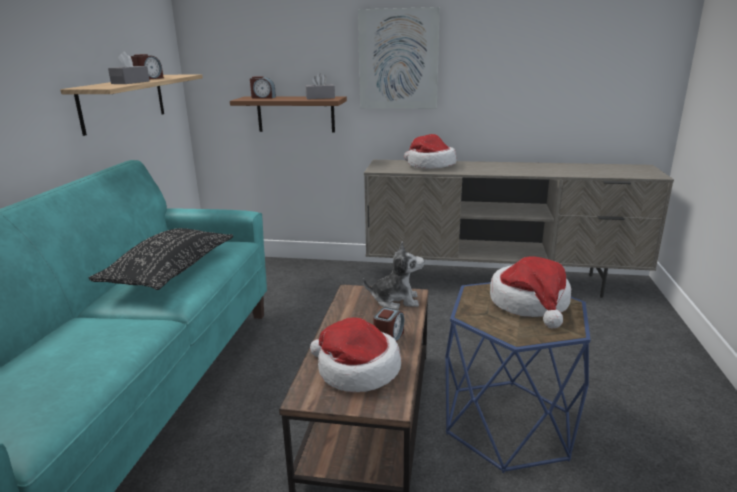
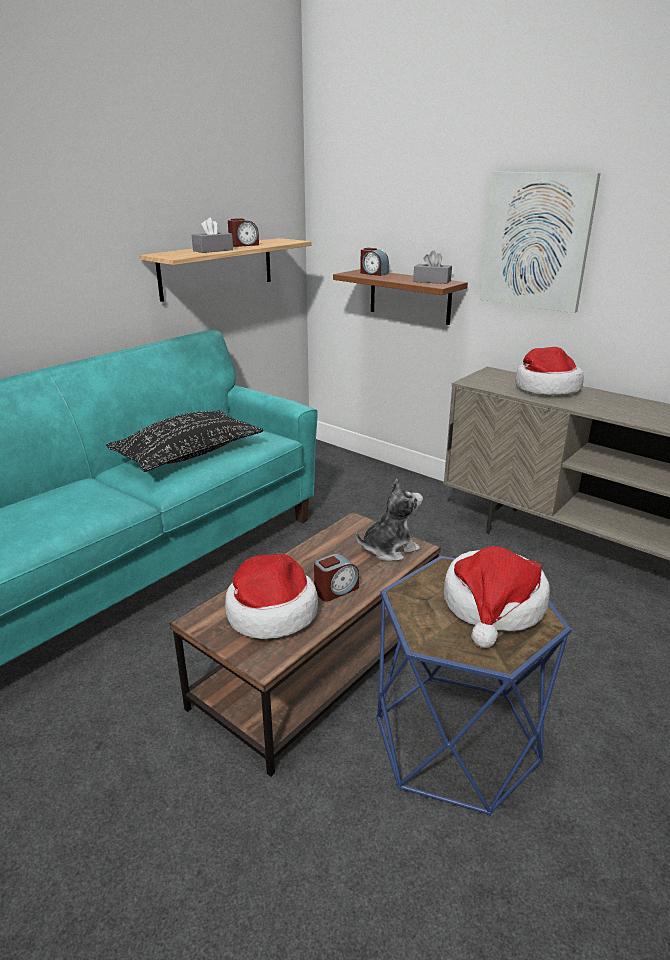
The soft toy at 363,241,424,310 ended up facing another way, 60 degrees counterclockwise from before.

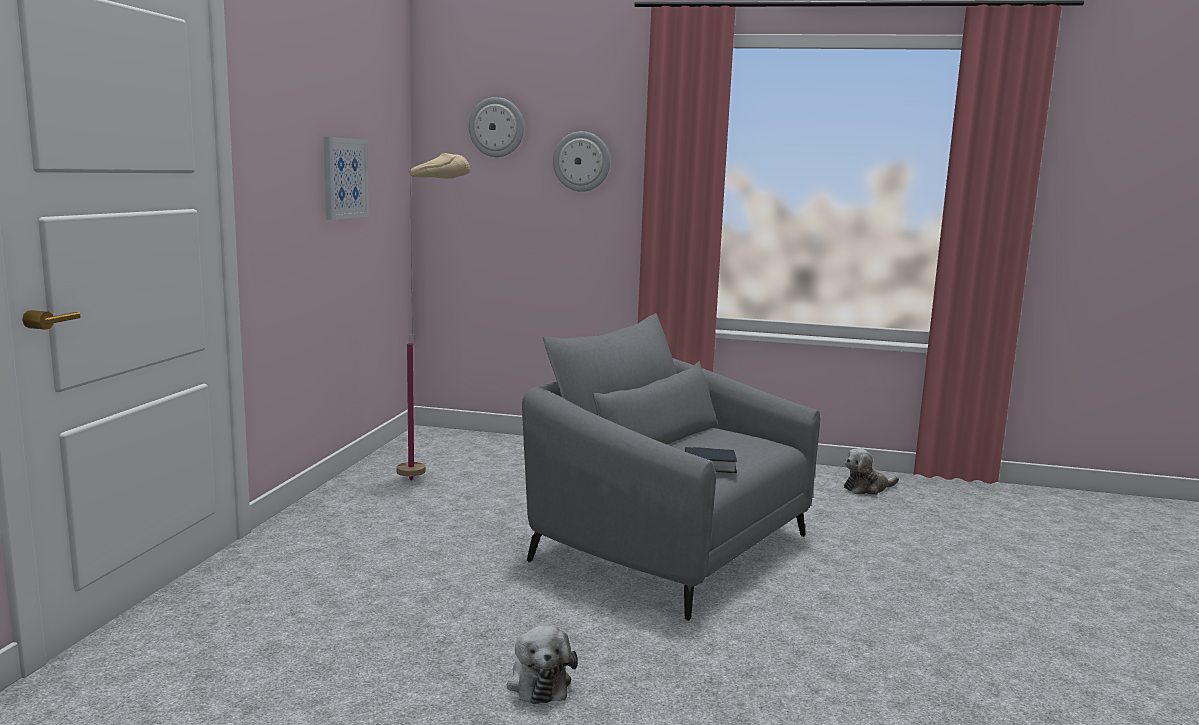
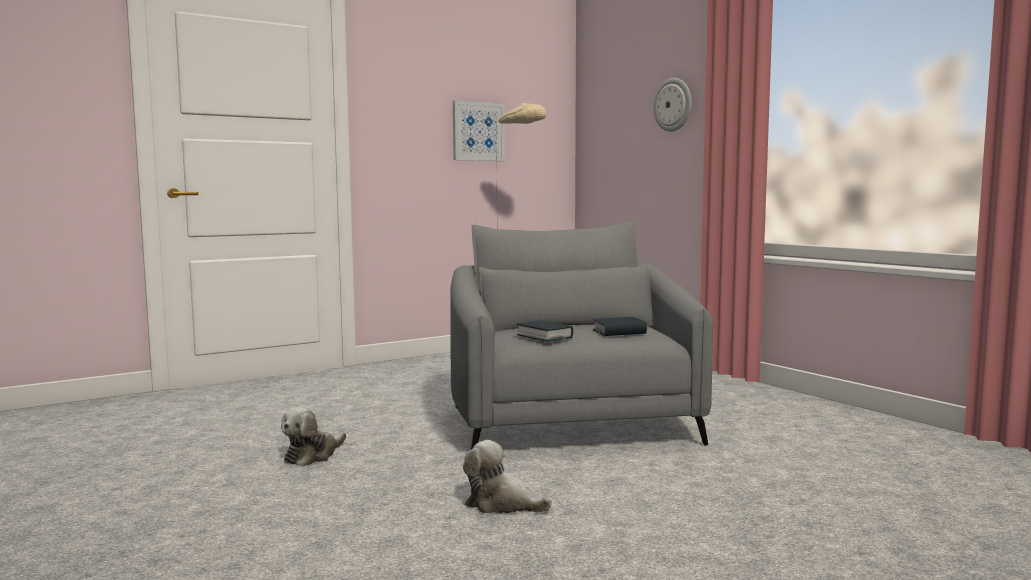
The second view lost the wall clock at 469,97,524,157.
The second view gained the bound book at 593,317,647,336.
The soft toy ended up elsewhere, having gone from 844,448,899,495 to 463,440,552,513.

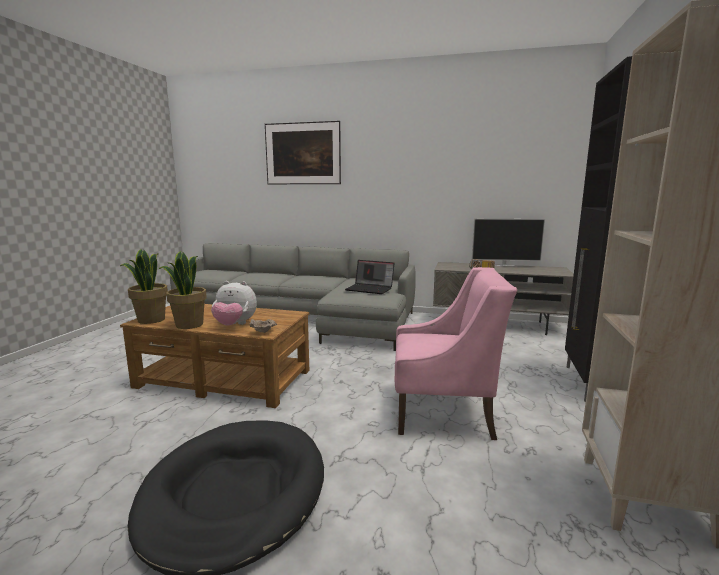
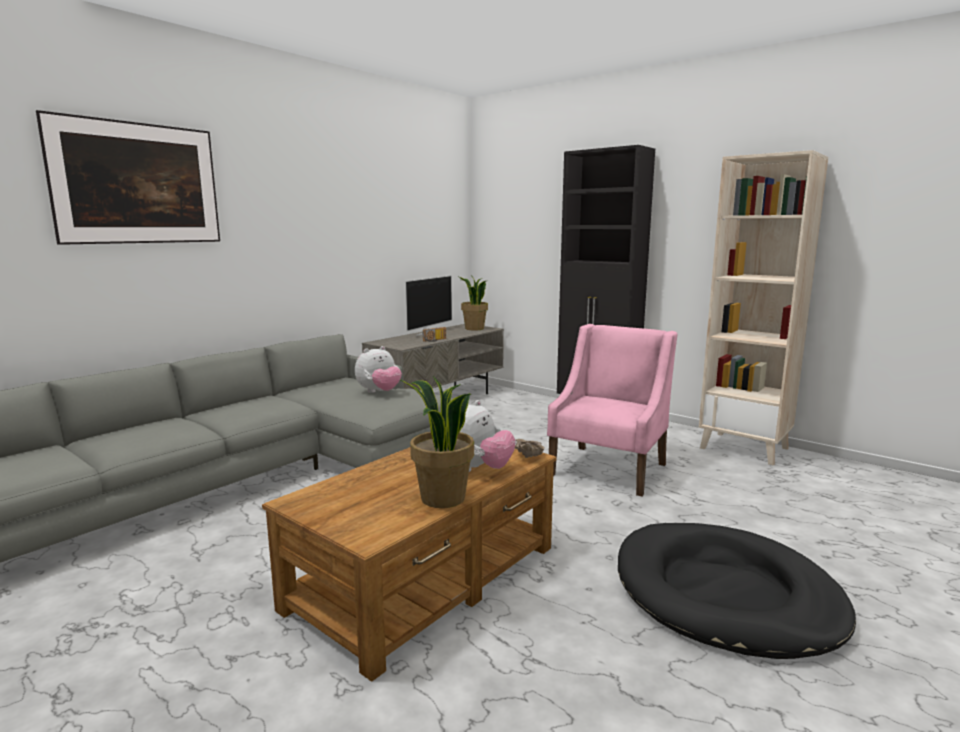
The potted plant ended up elsewhere, having gone from 120,249,168,324 to 459,275,488,331.
Where the laptop stood at 345,260,394,294, the soft toy came to stand at 355,346,402,393.

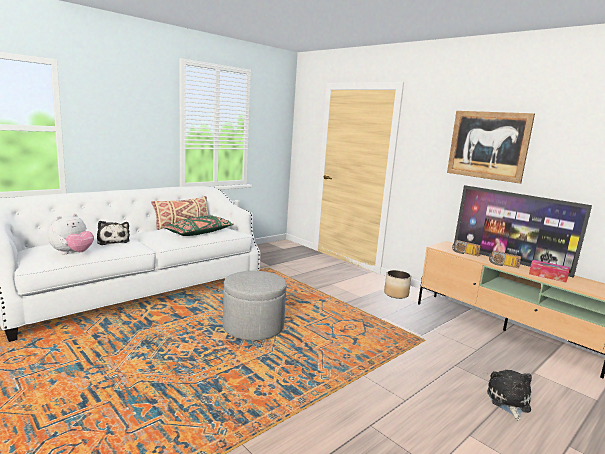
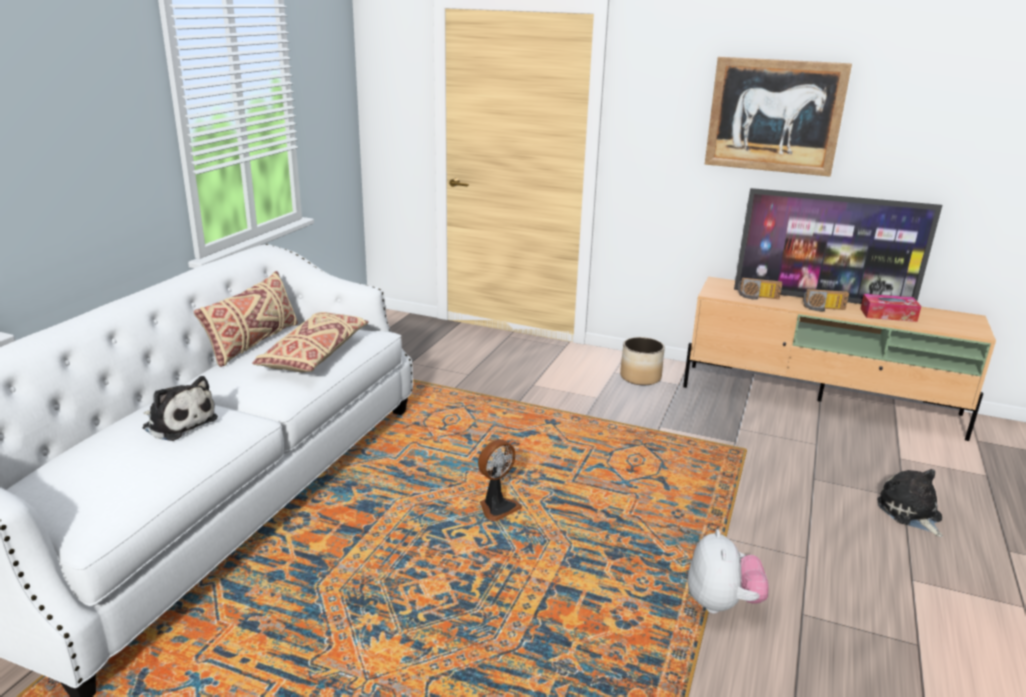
The soft toy ended up elsewhere, having gone from 48,213,94,254 to 688,529,769,614.
Where the grey ottoman stood at 223,271,287,340, the cooling fan came to stand at 478,439,522,522.
What was the green-coloured cushion at 163,215,234,236 turned into the beige cushion at 252,312,369,372.

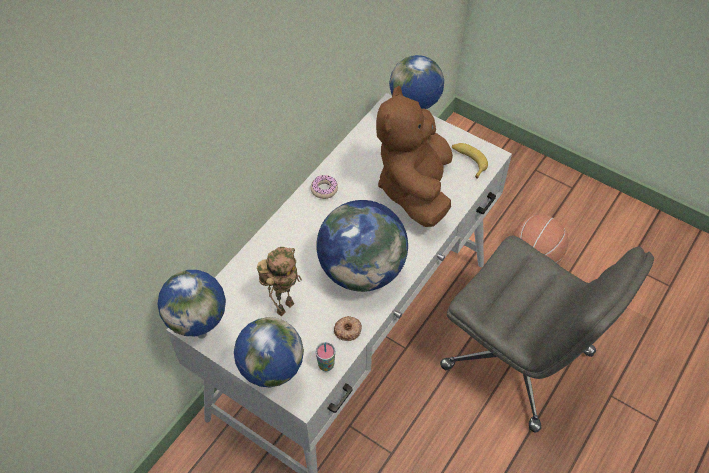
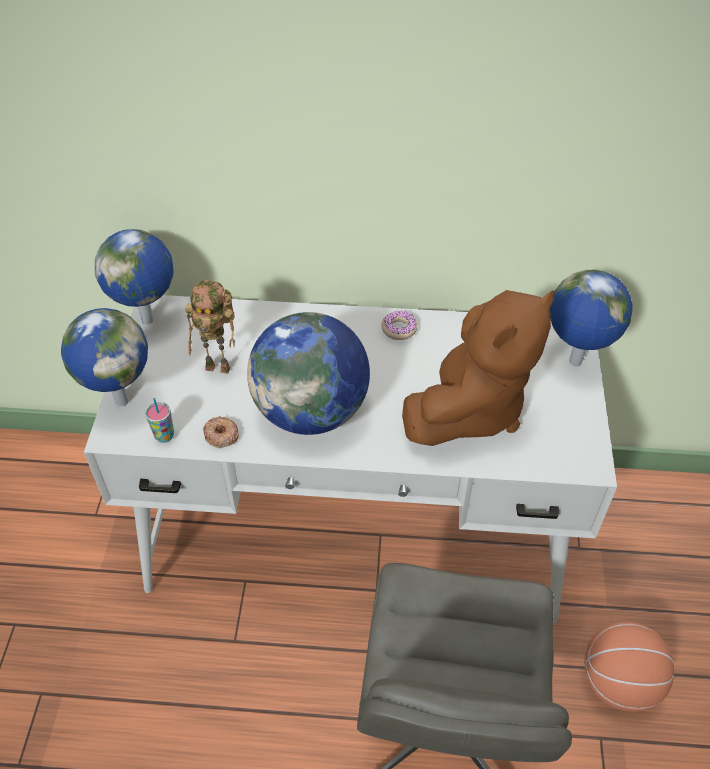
The second view lost the banana at 452,143,488,179.
The brown-coloured soft toy at 376,86,453,227 ended up facing another way, 150 degrees clockwise from before.

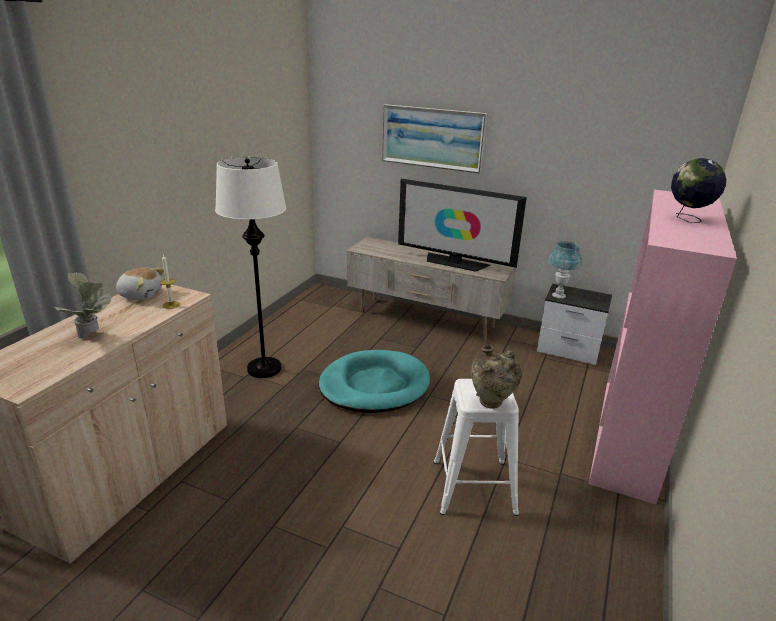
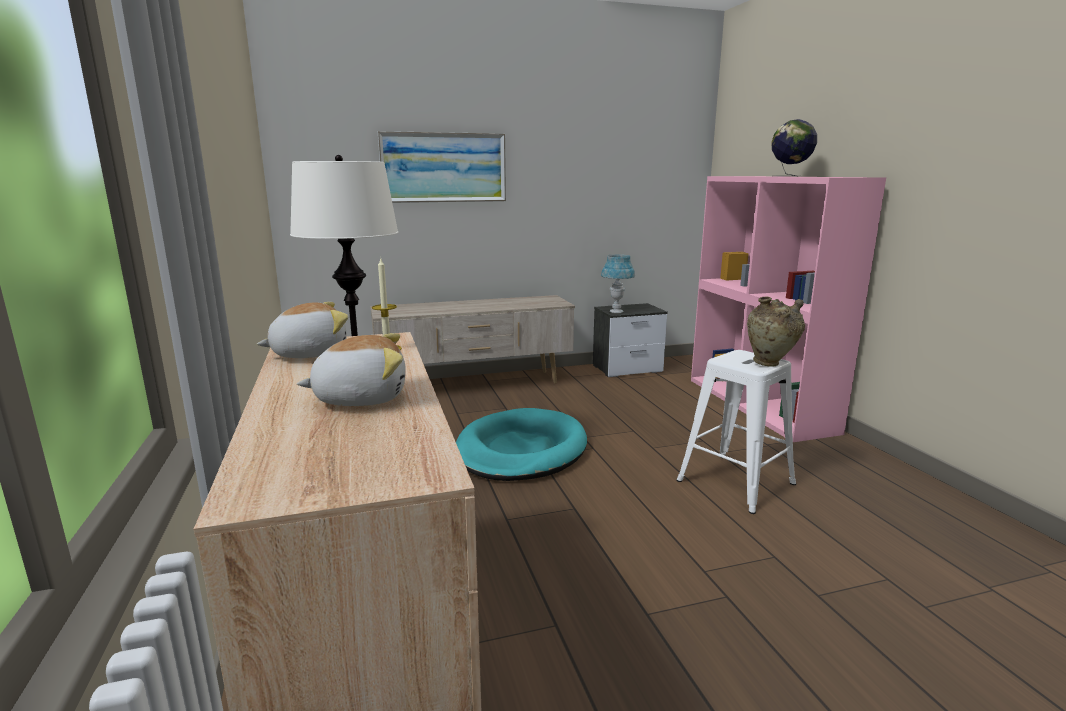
The second view lost the television at 398,179,527,272.
Where the potted plant stood at 54,272,111,339, the soft toy came to stand at 297,333,406,406.

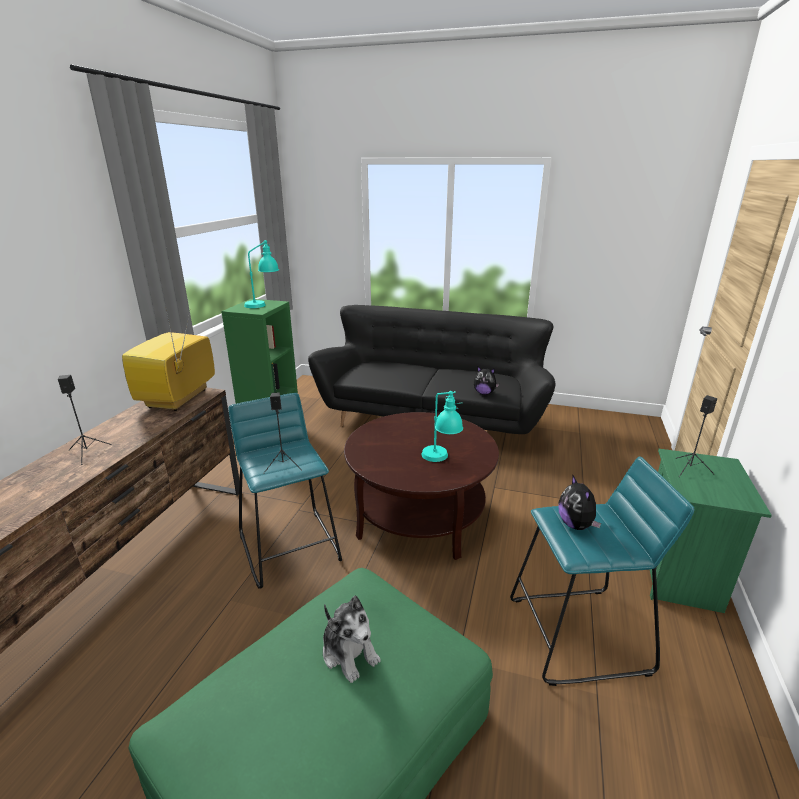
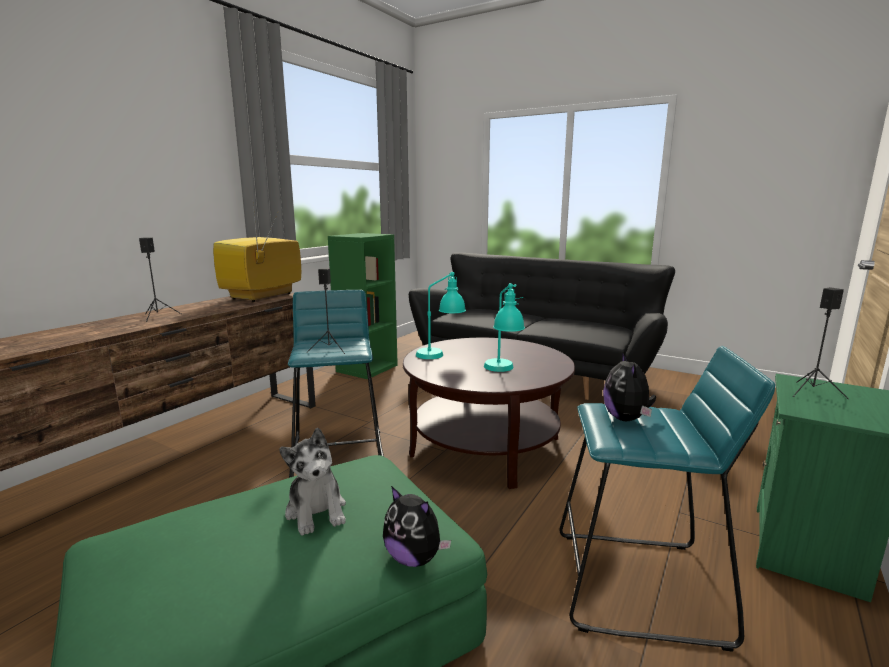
The turquoise-coloured lamp for a table ended up elsewhere, having gone from 244,240,279,308 to 416,272,466,359.
The soft toy ended up elsewhere, having gone from 474,367,499,395 to 383,486,451,567.

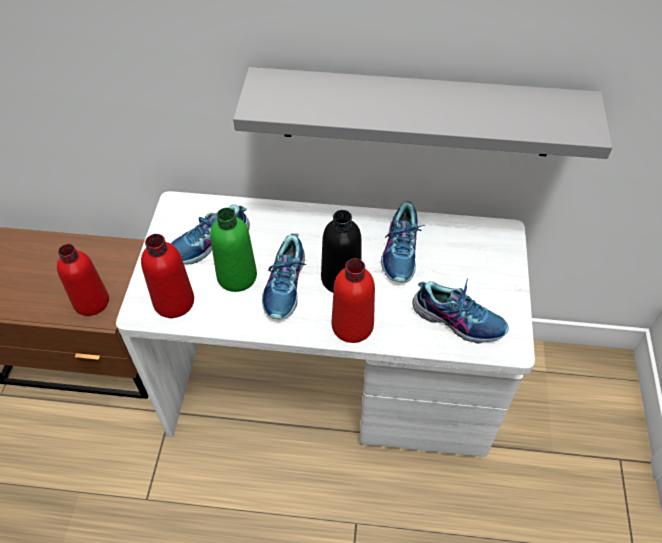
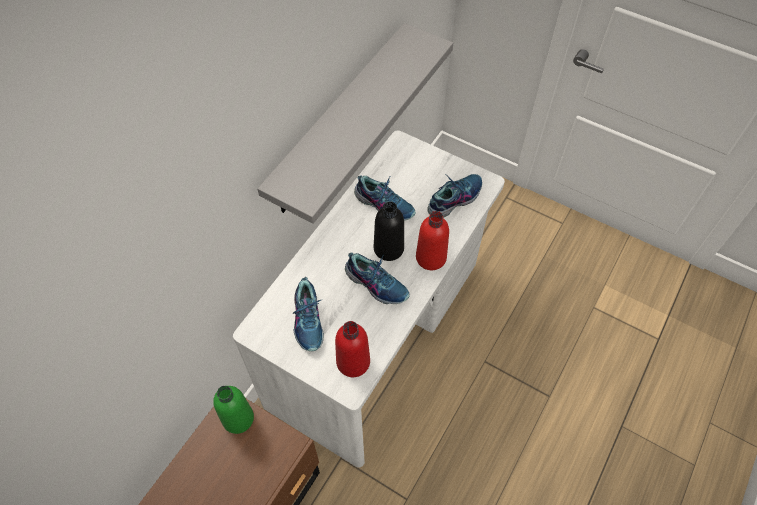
The second view lost the red-coloured bottle at 57,244,109,316.
The green-coloured bottle ended up elsewhere, having gone from 210,208,257,292 to 213,386,254,434.

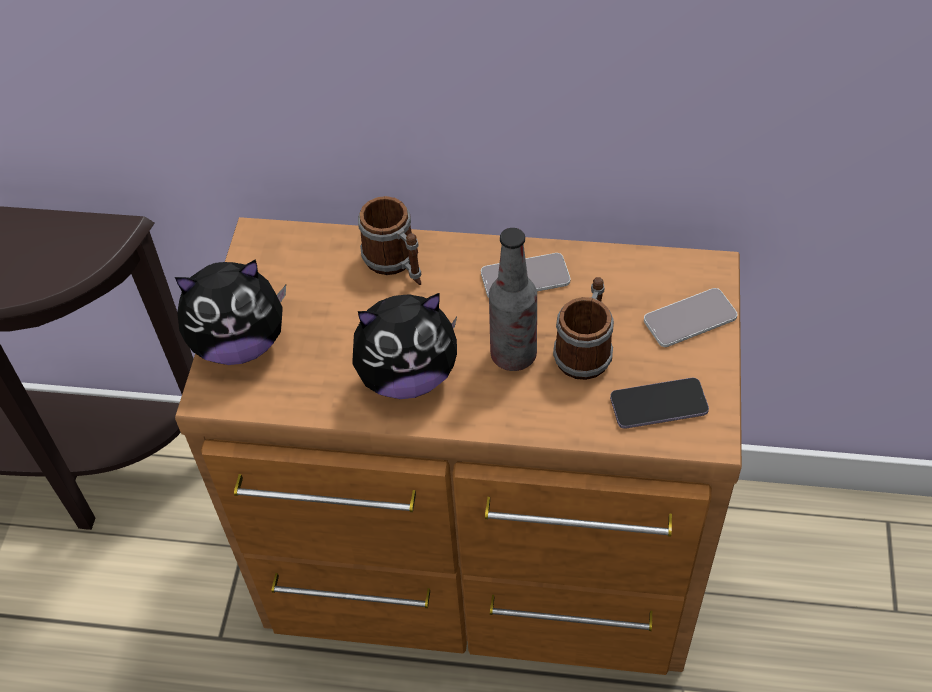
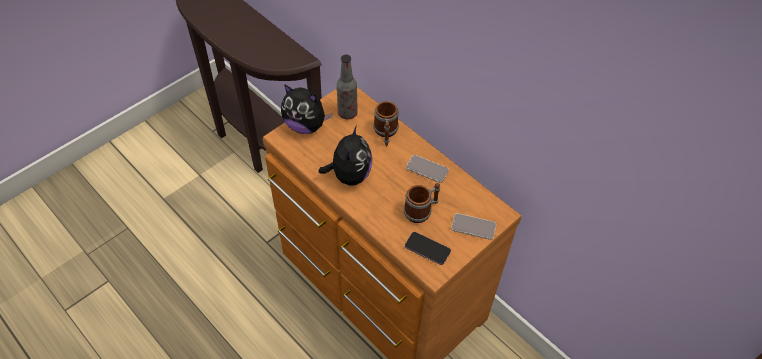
The bottle ended up elsewhere, having gone from 489,228,537,371 to 337,55,358,120.
The soft toy at 352,293,457,399 ended up facing another way, 105 degrees counterclockwise from before.

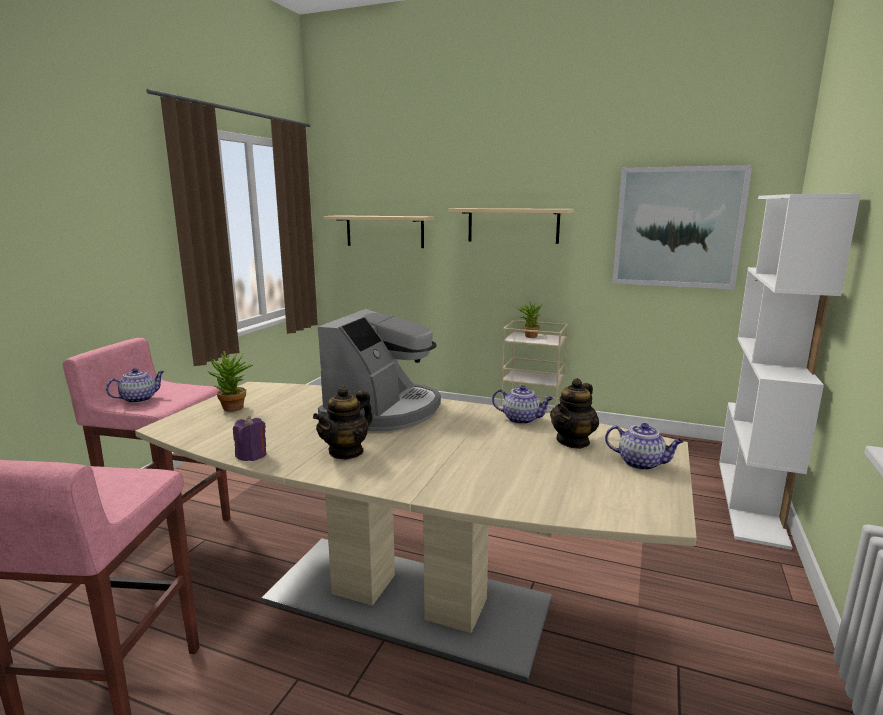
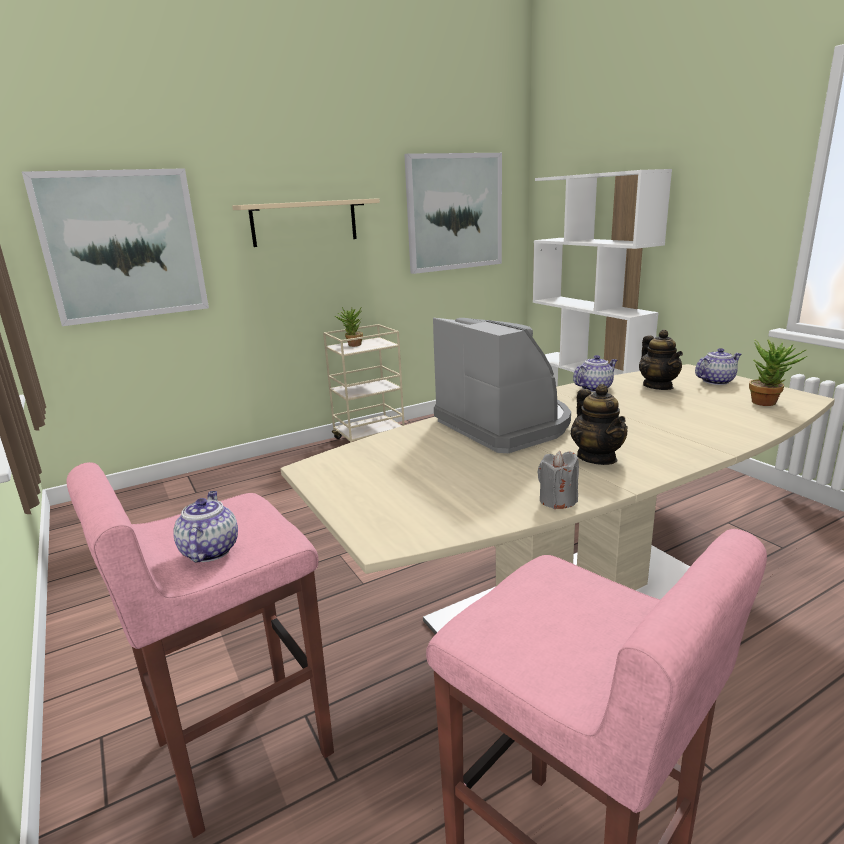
The potted plant ended up elsewhere, having gone from 207,351,253,412 to 749,339,808,406.
Where the beige bracket shelf hung at 324,215,435,248, the picture came to hang at 22,168,209,326.
What was the purple candle at 233,416,266,461 turned into the grey candle at 537,451,579,509.

